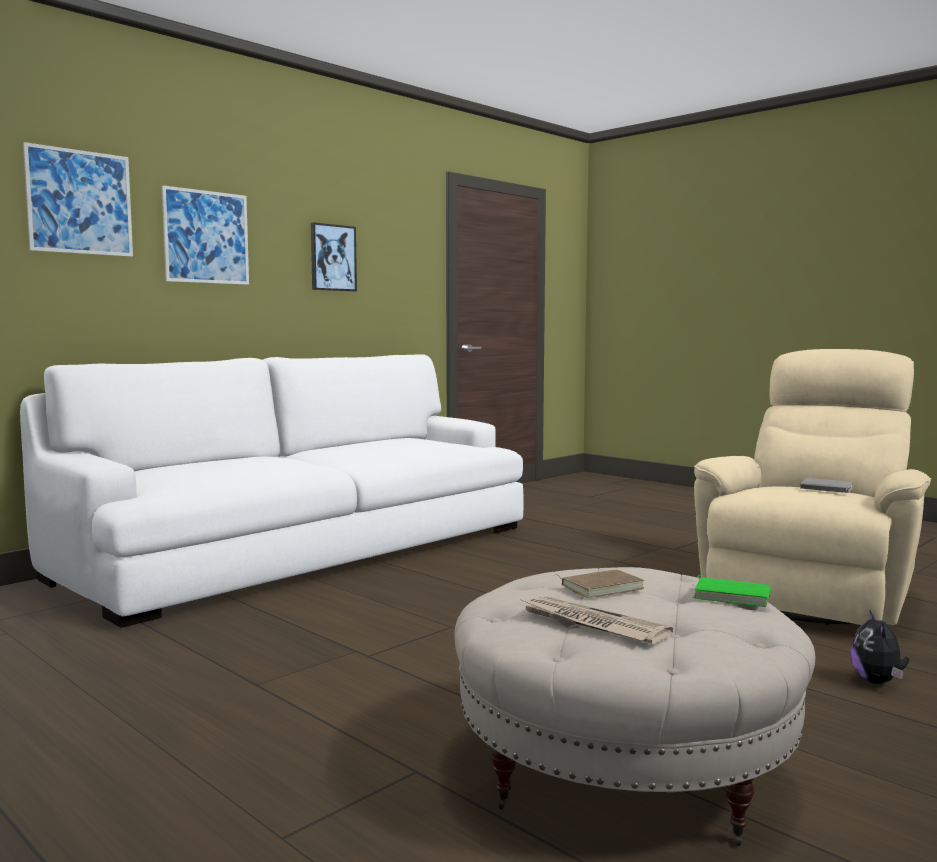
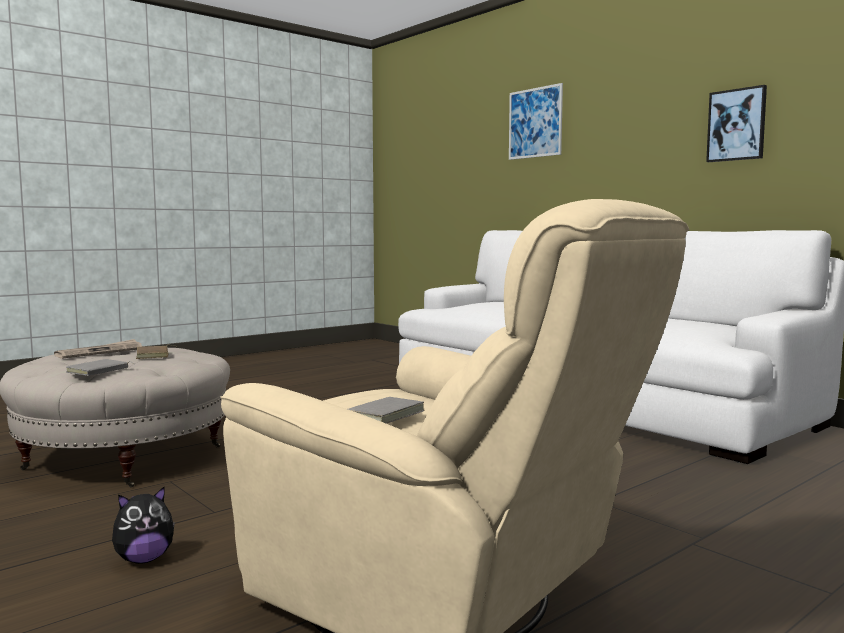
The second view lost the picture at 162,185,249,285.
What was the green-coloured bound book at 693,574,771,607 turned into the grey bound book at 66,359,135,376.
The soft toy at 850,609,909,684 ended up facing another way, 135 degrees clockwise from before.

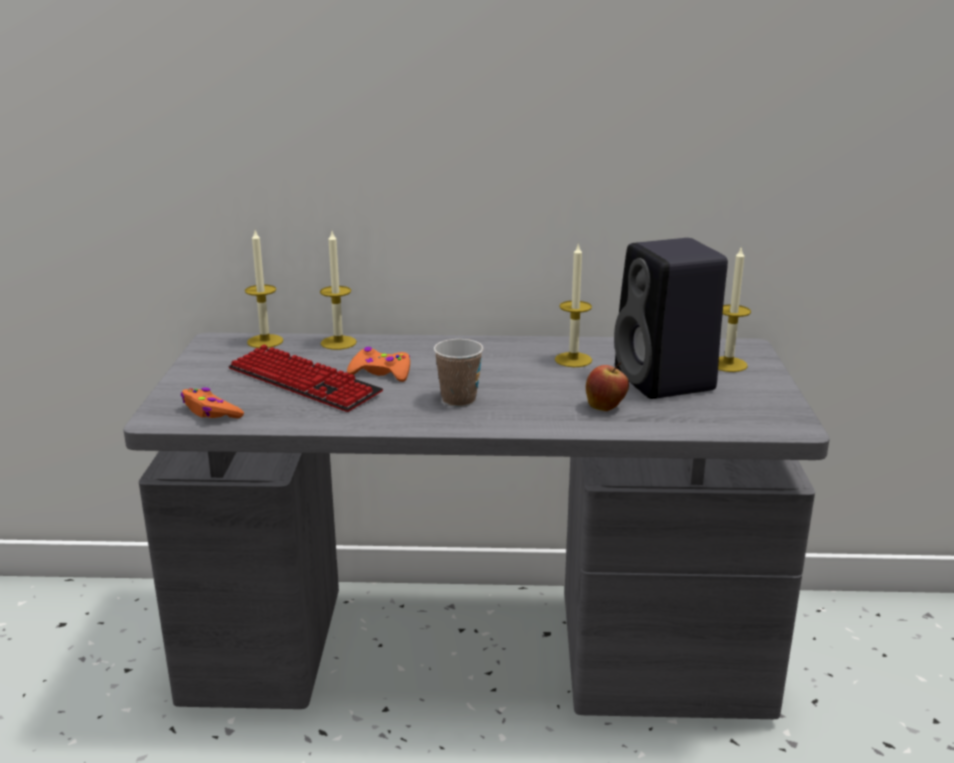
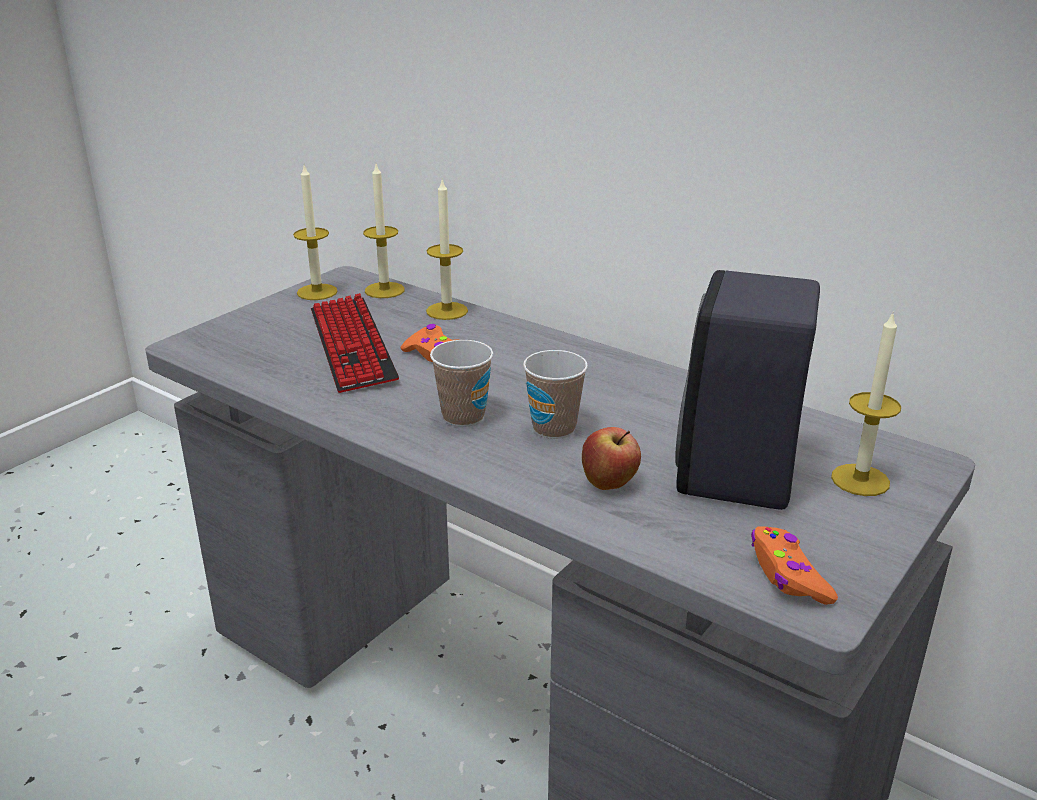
The second view gained the drinking cup at 523,350,588,439.
The orangey game controller ended up elsewhere, having gone from 181,387,244,418 to 751,526,838,605.
The candle ended up elsewhere, having gone from 555,242,592,367 to 293,165,338,300.

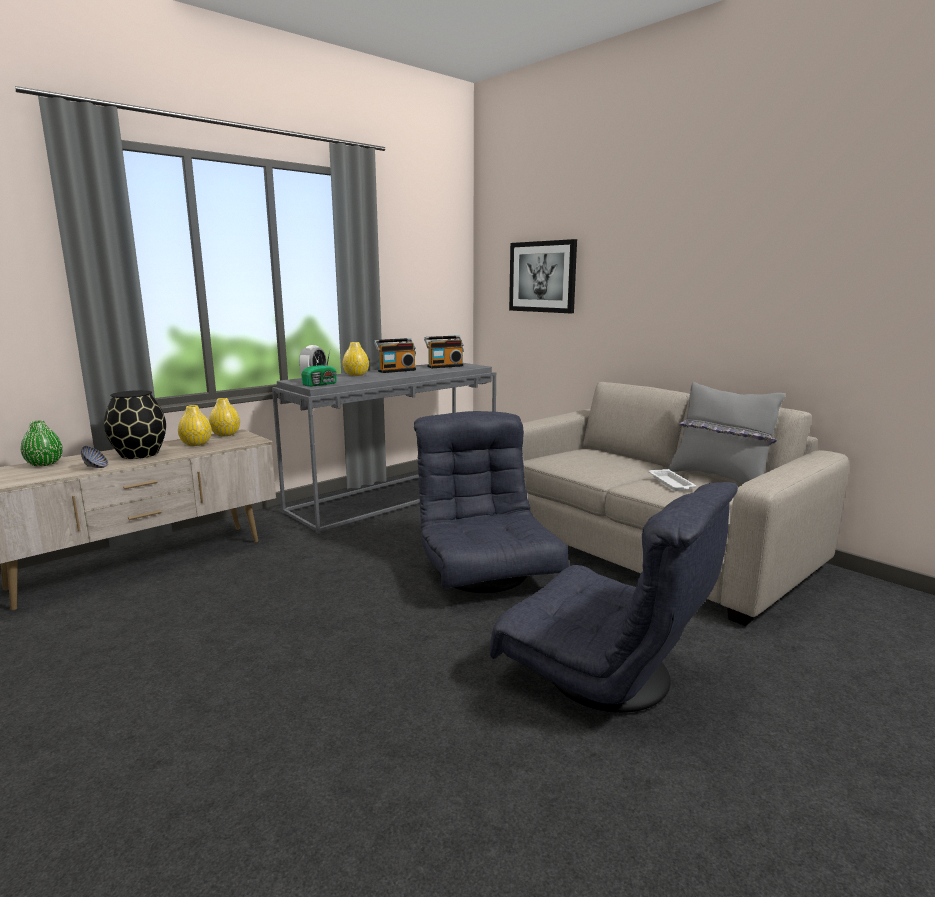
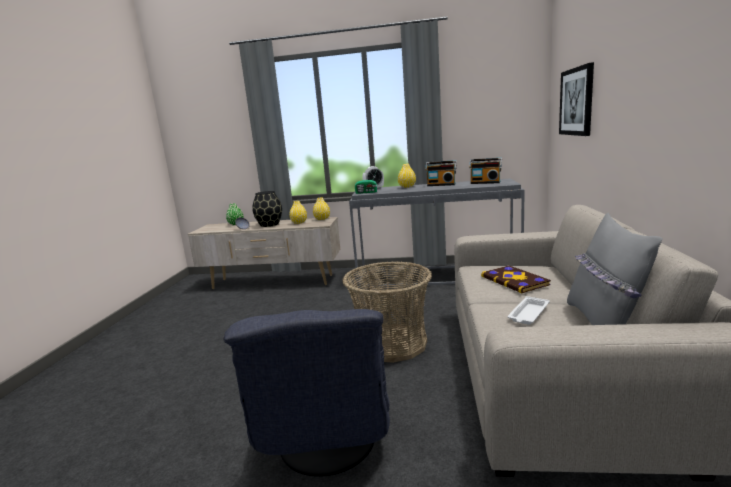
The second view gained the bound book at 481,265,551,293.
Where the grey easy chair stood at 414,411,569,593, the storage basket came to stand at 342,261,432,363.

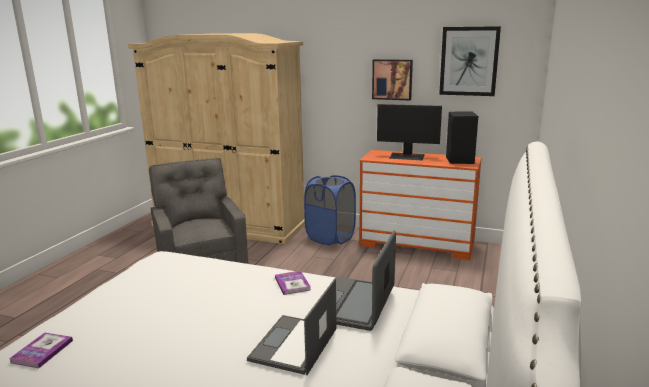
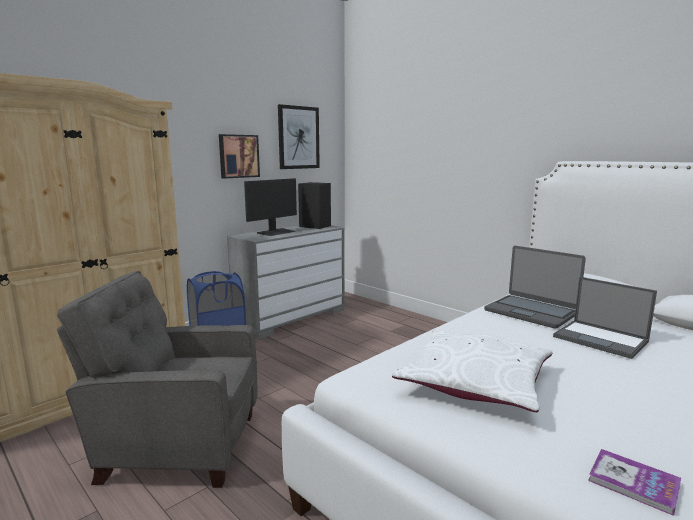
The second view lost the bound book at 275,271,311,295.
The second view gained the white-coloured cushion at 392,329,552,412.
What was the orangey chest of drawers at 359,150,482,260 turned into the grey chest of drawers at 227,225,345,339.

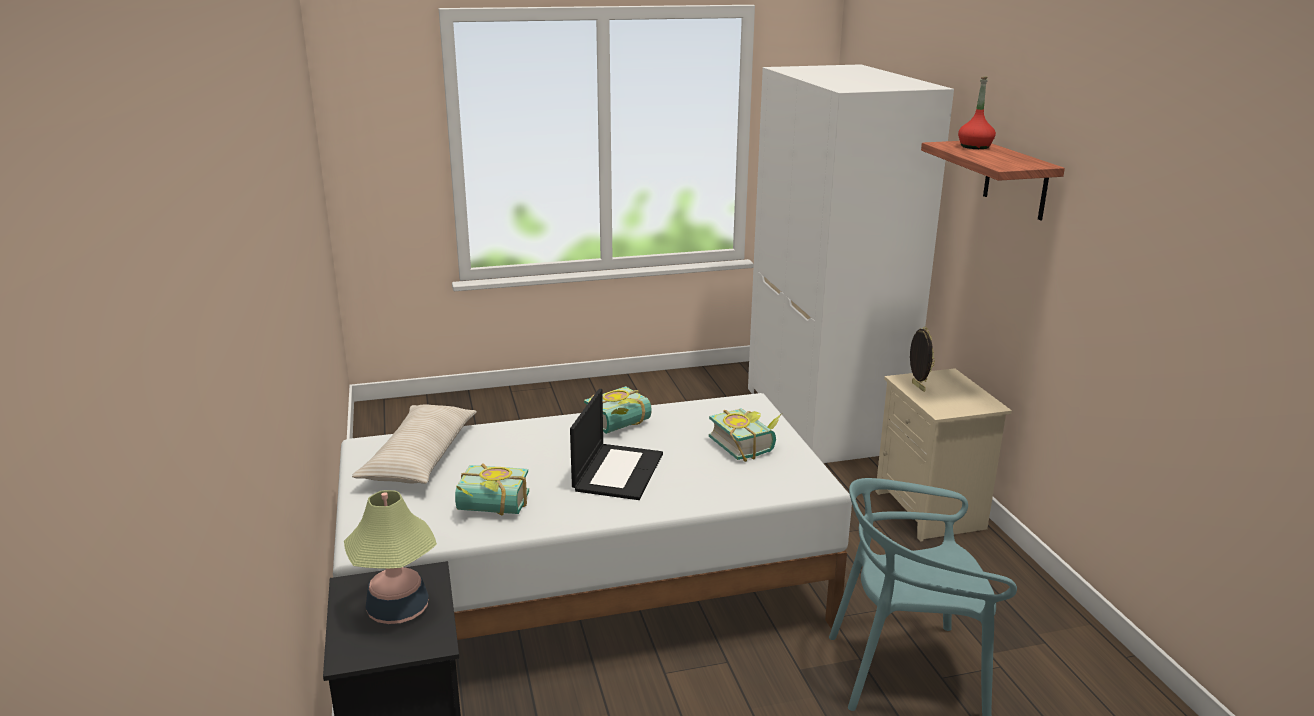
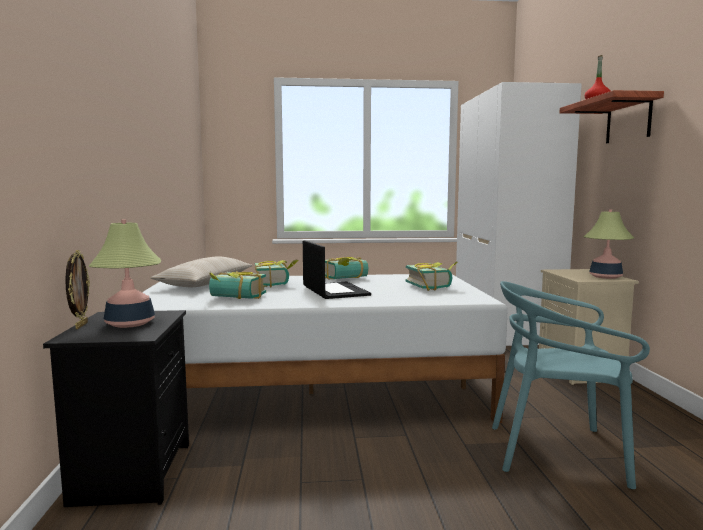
The second view gained the bound book at 255,260,299,288.
The second view gained the lamp for a table at 584,209,634,279.
The picture frame ended up elsewhere, having gone from 910,327,935,392 to 65,250,90,329.
The laptop at 570,389,663,500 ended up facing another way, 45 degrees counterclockwise from before.

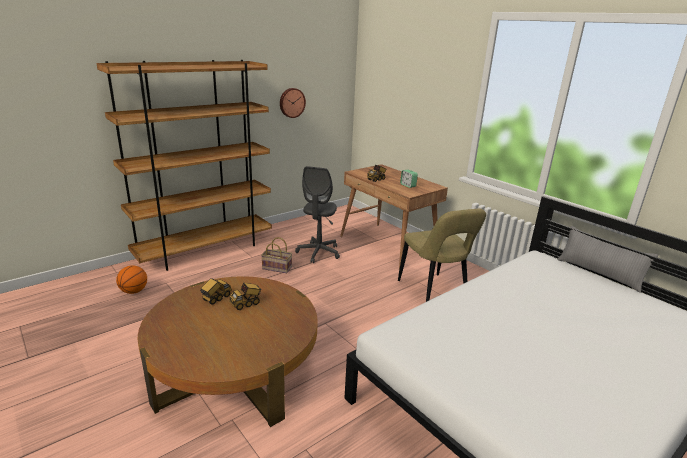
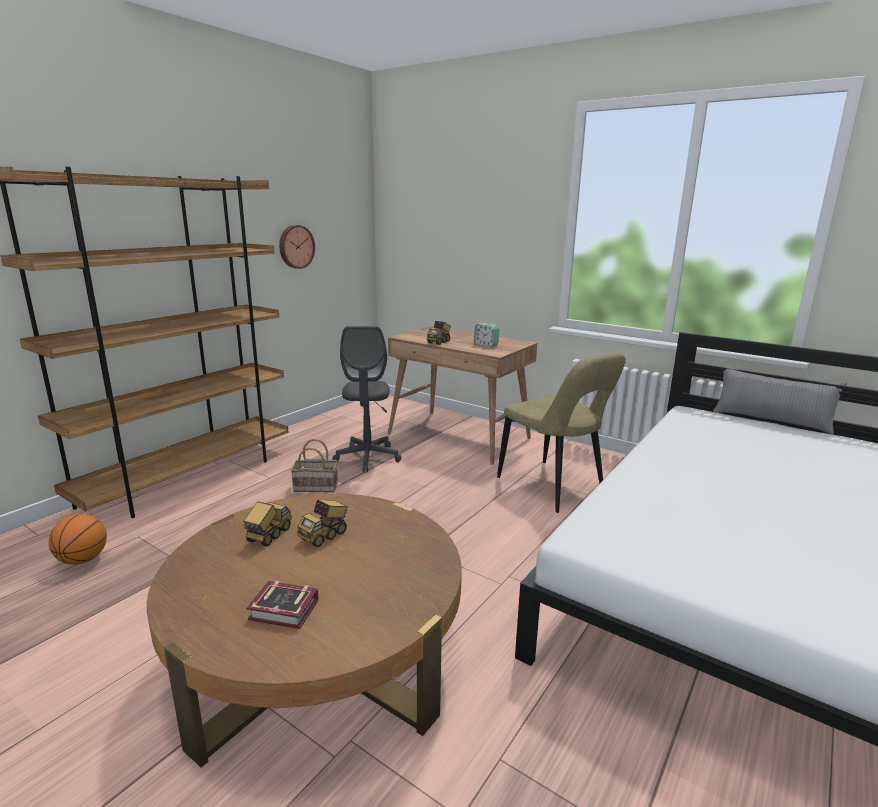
The second view gained the bound book at 247,581,319,629.

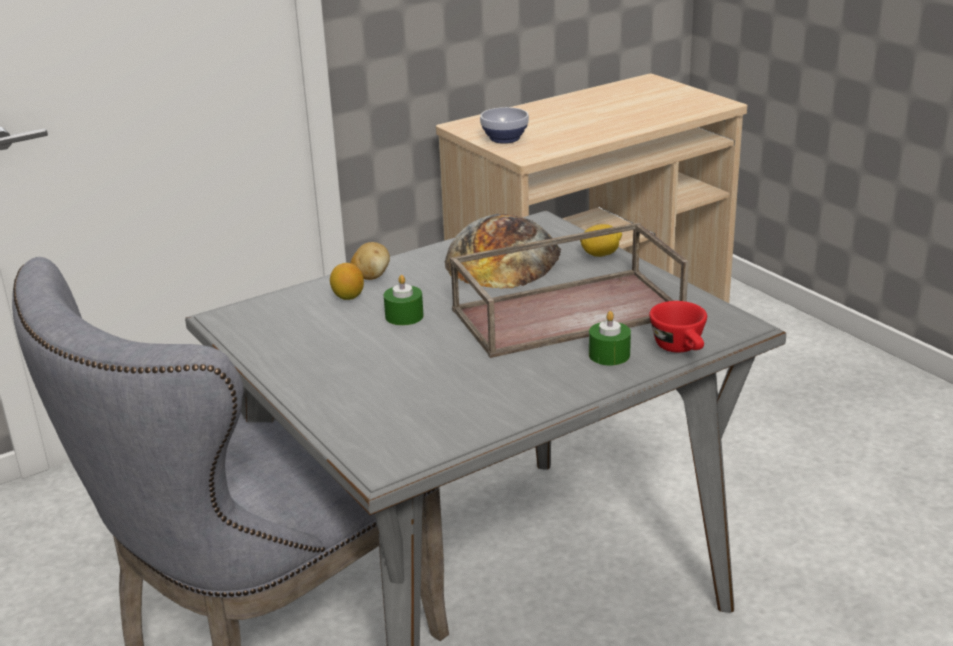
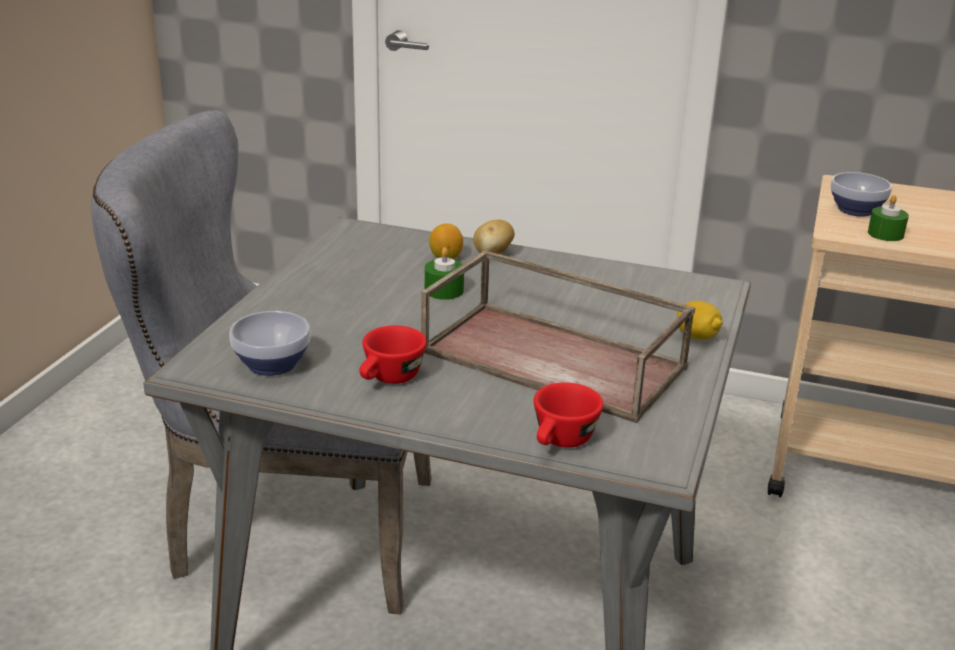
The second view lost the baked bread at 444,214,561,289.
The second view gained the deep dish at 230,311,311,376.
The second view gained the red-coloured drinking cup at 359,325,427,384.
The green-coloured candle ended up elsewhere, having gone from 589,311,631,365 to 868,195,909,241.

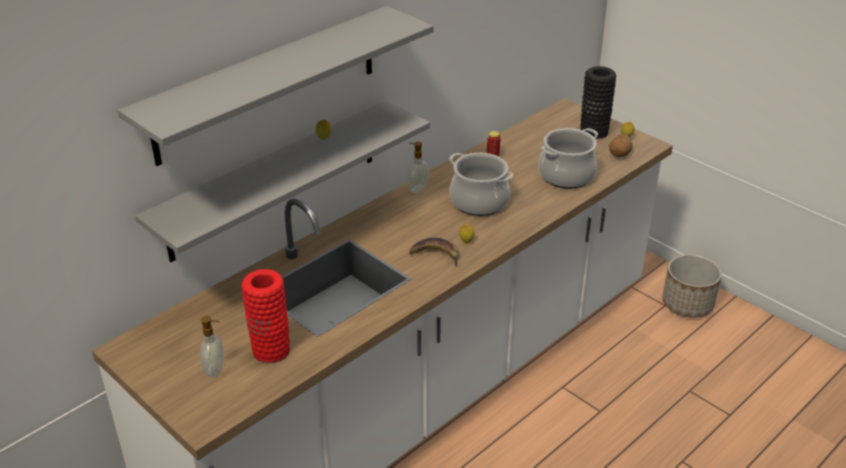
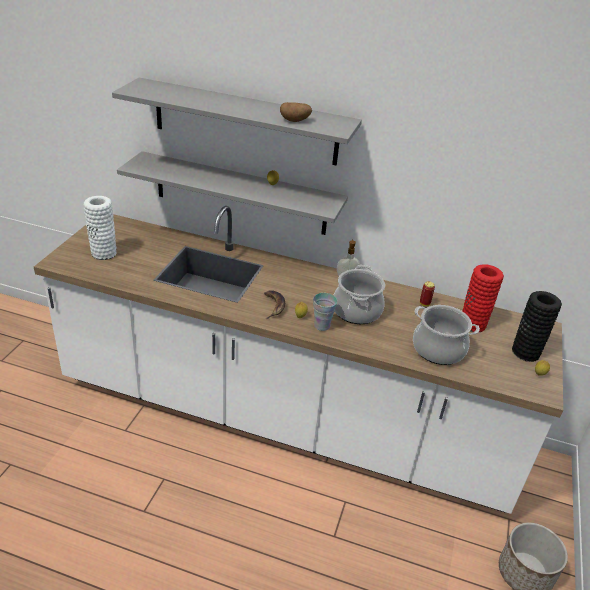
The second view gained the drinking cup at 313,293,337,331.
The red-coloured flower vase ended up elsewhere, having gone from 242,269,290,363 to 463,264,504,333.
The spud ended up elsewhere, having gone from 609,134,632,157 to 280,102,312,122.
Where the liquid soap bottle stood at 200,316,224,378, the white-coloured flower vase came to stand at 84,196,117,260.

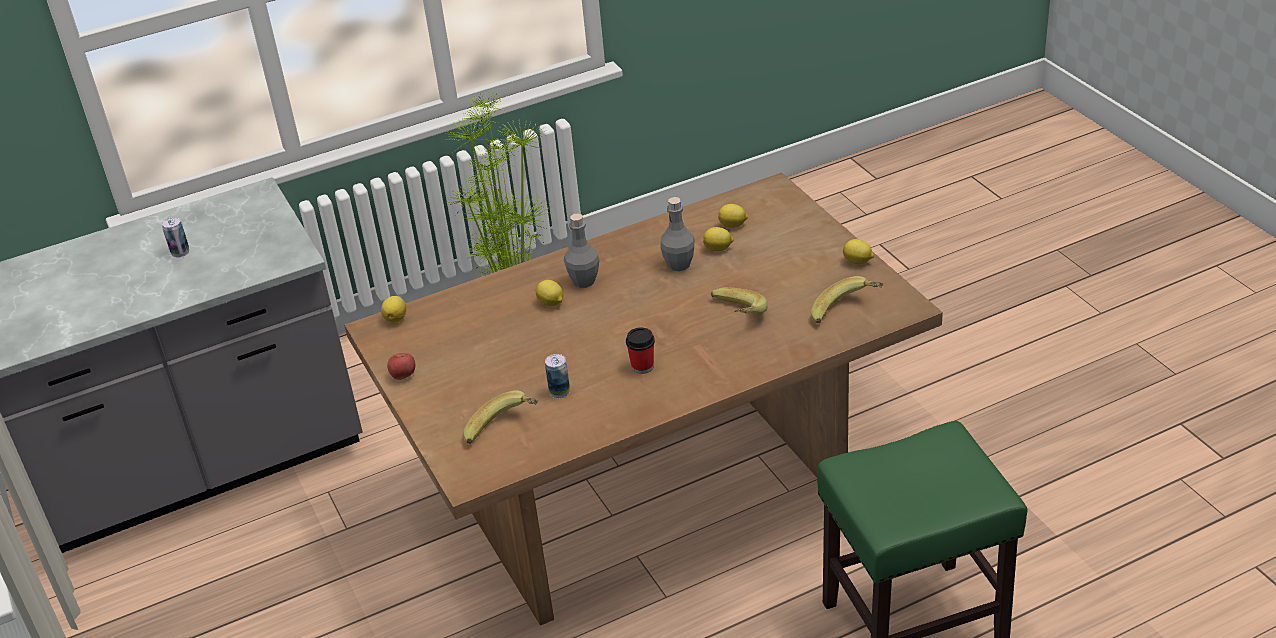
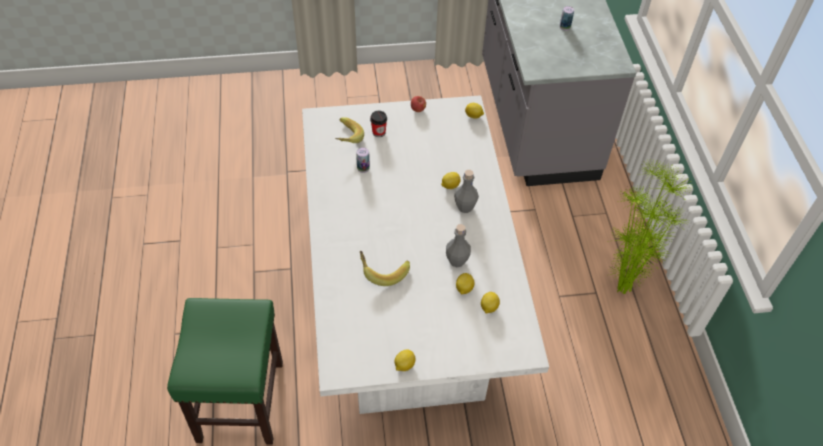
The second view lost the banana at 811,276,884,324.
The drinking cup ended up elsewhere, having gone from 626,328,655,374 to 370,111,387,137.
What was the brown-coloured dining table at 344,172,943,626 turned into the white-coloured dining table at 302,95,549,414.

